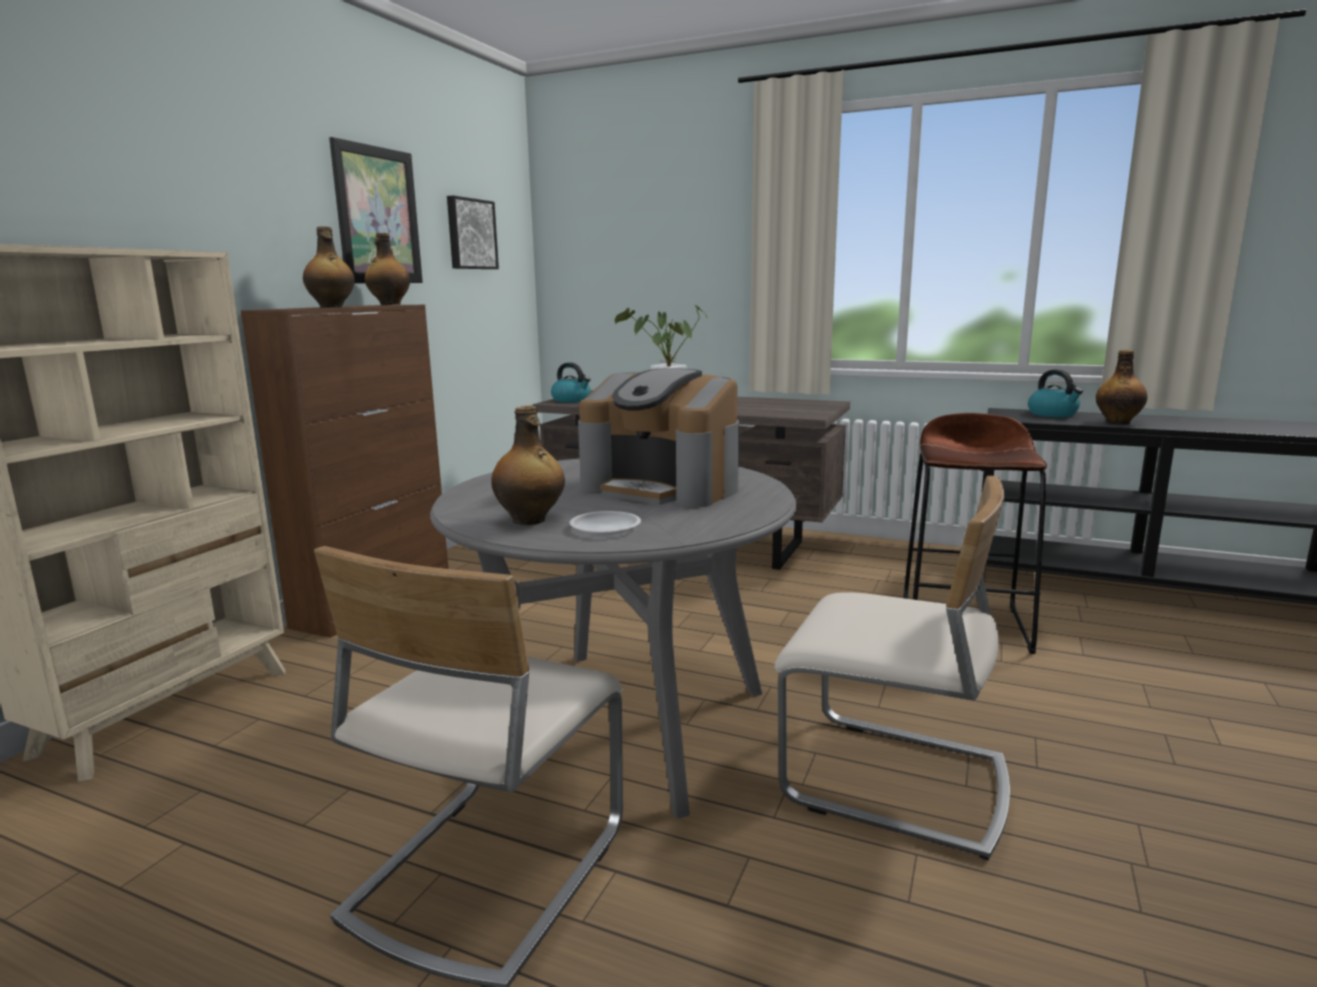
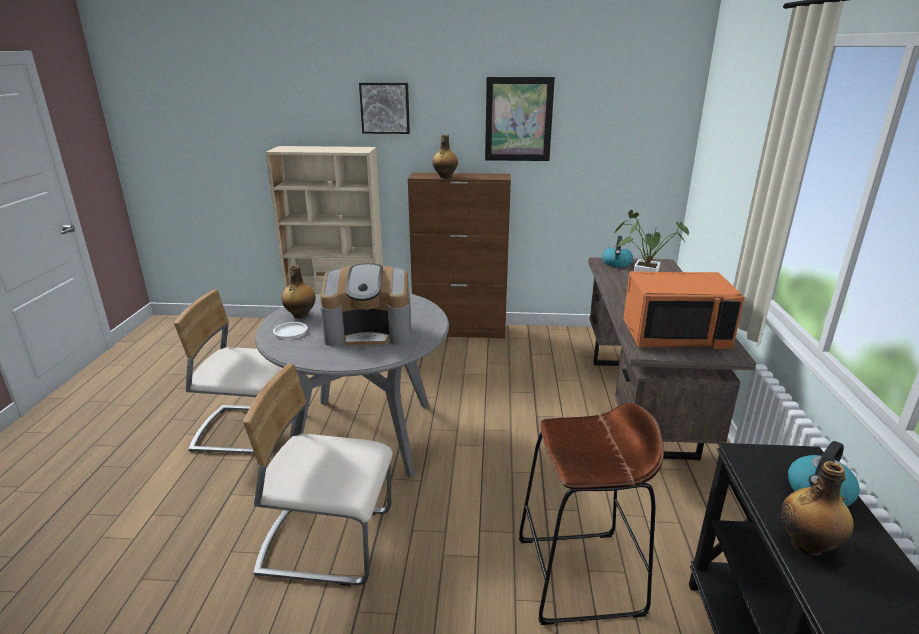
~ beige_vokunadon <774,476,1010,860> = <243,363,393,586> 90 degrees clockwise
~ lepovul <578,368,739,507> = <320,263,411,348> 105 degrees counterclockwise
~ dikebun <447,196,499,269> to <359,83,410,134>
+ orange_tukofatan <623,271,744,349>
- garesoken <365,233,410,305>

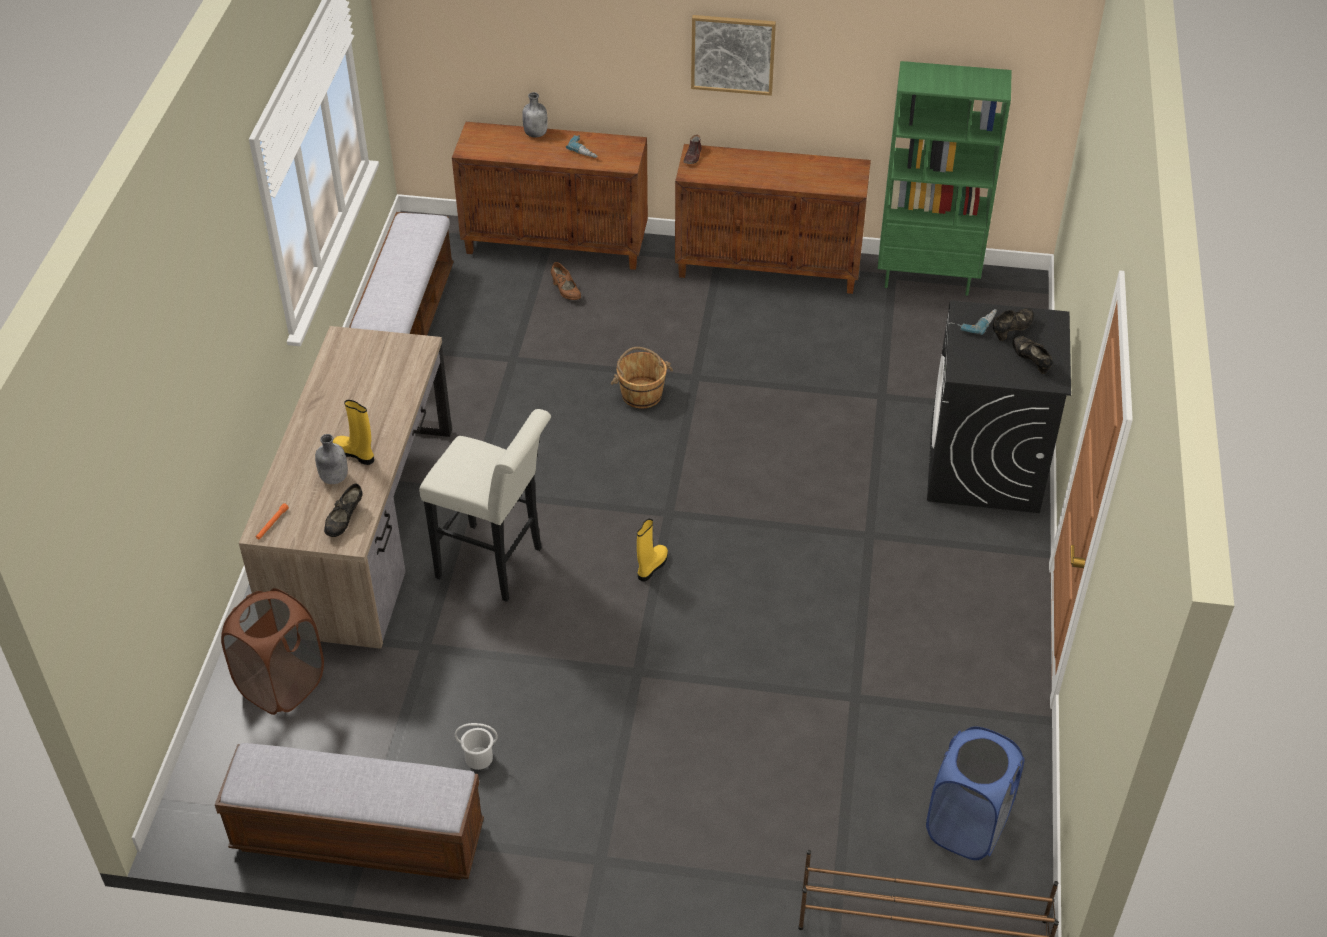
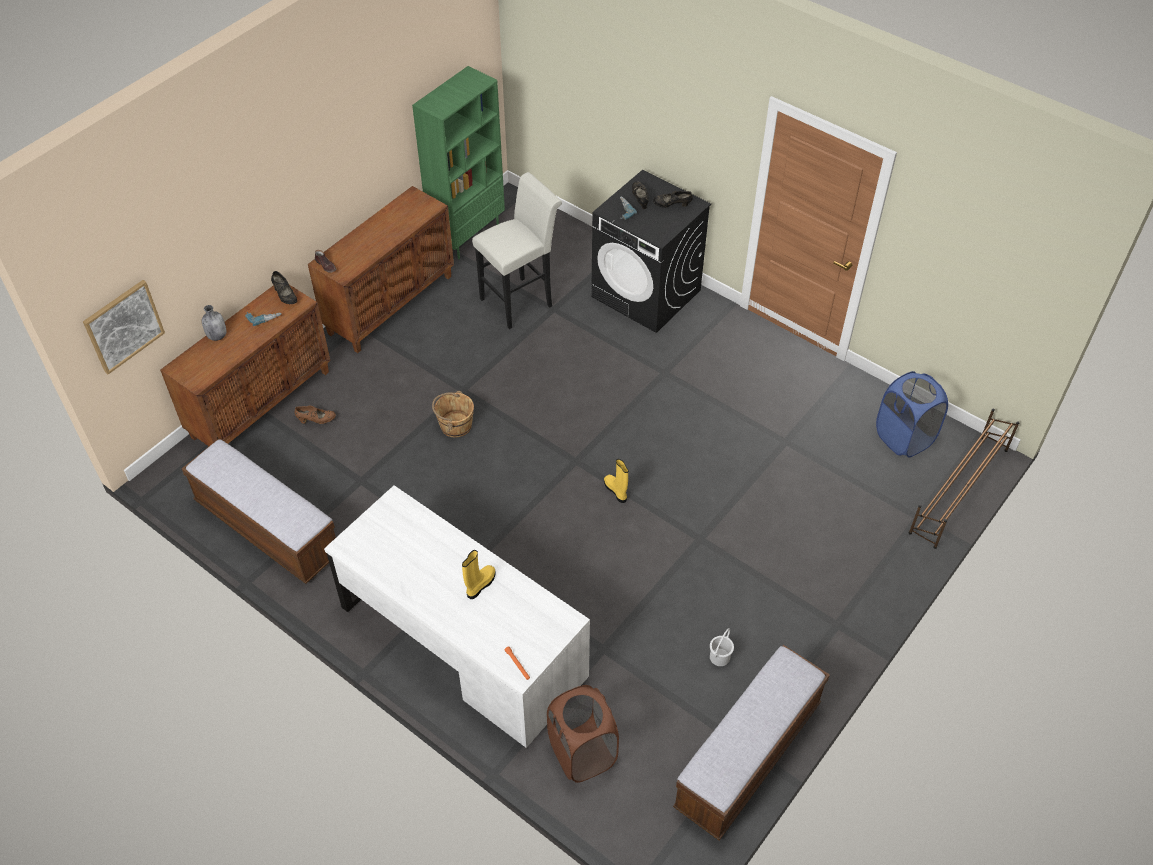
~ dikebun <691,15,776,96> to <83,280,165,374>
~ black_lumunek <324,484,363,537> to <271,271,297,304>
~ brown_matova <239,326,452,649> to white_matova <324,485,590,748>
~ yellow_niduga <333,400,374,465> = <462,550,496,599> 150 degrees clockwise
~ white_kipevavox <419,409,551,602> to <472,172,562,329>
- grey_garesoken <315,434,348,484>

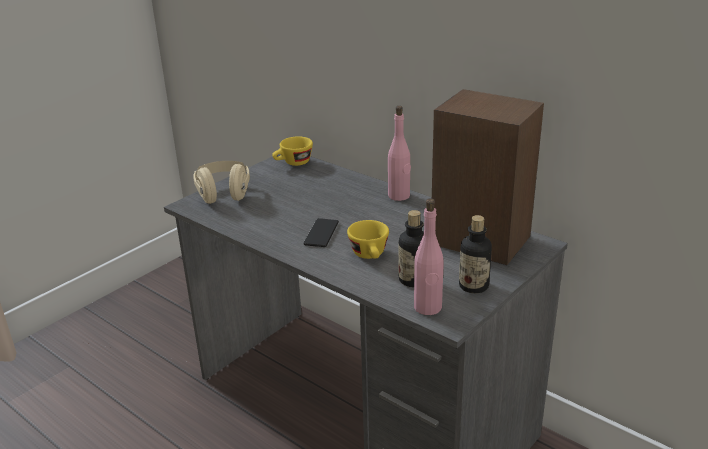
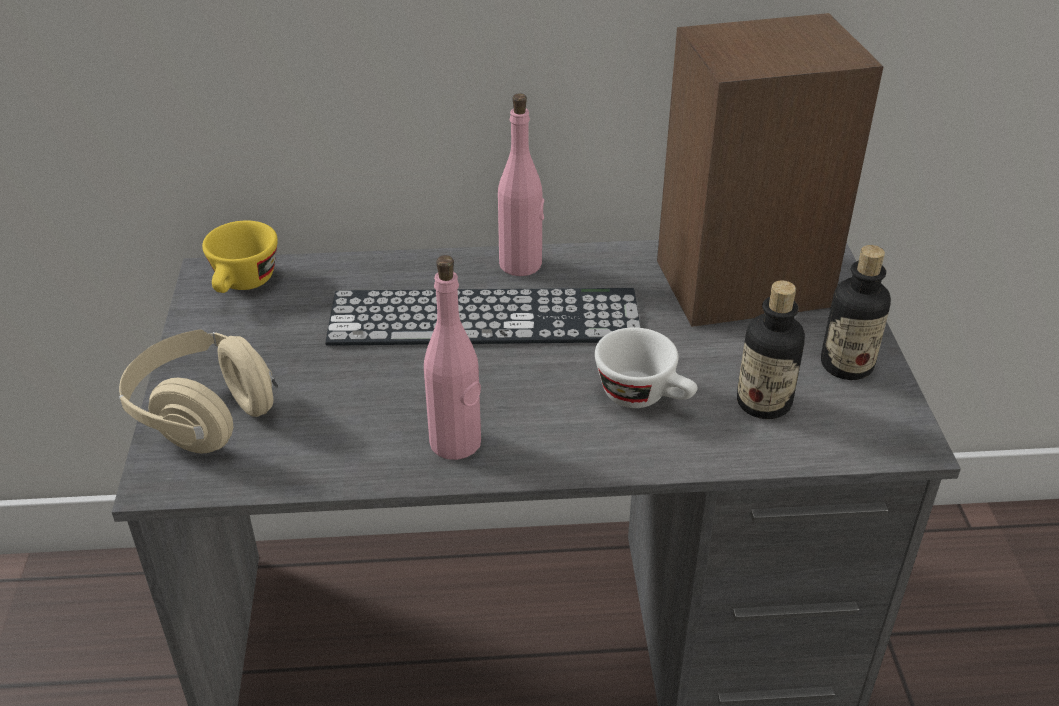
+ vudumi <325,288,641,346>
~ pink_garesoken <414,198,444,315> to <424,255,481,460>
~ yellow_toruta <347,220,389,259> to white_toruta <595,327,697,408>
- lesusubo <303,218,339,247>

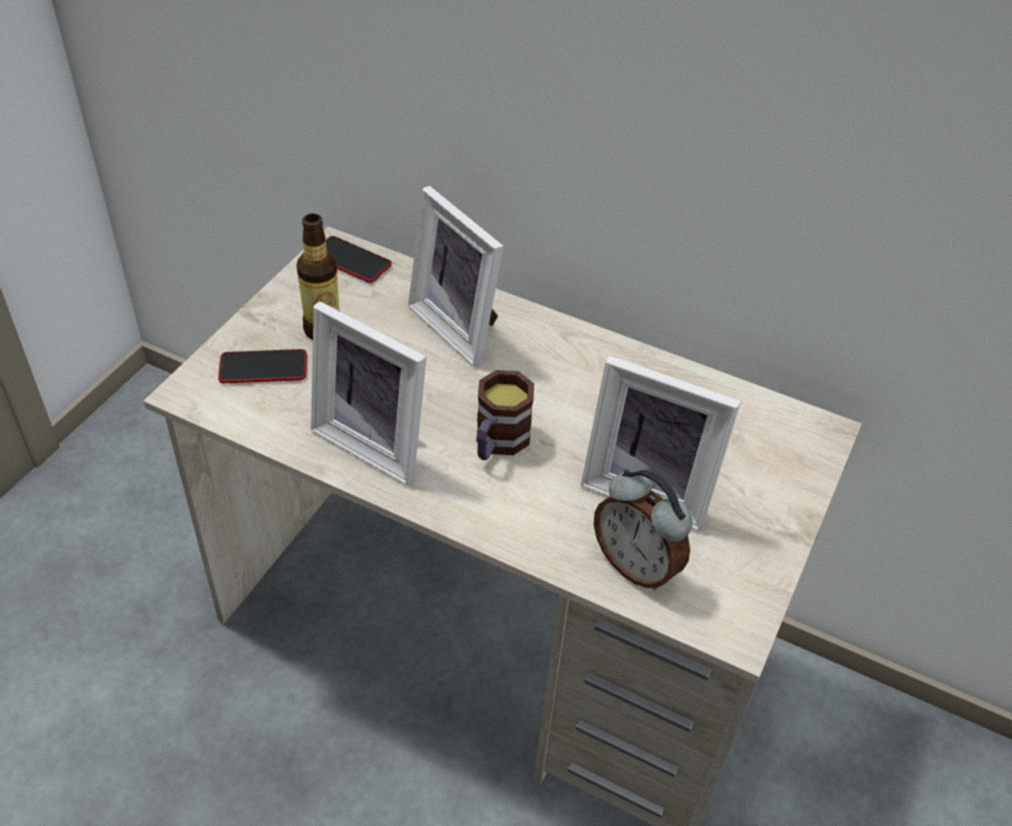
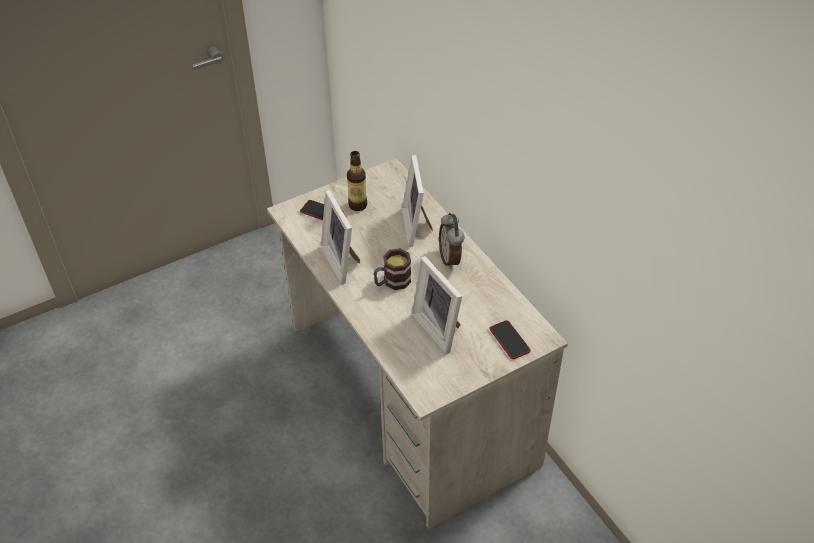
~ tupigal <594,469,692,590> to <439,213,464,269>
~ lesusubo <326,236,392,283> to <489,320,531,359>

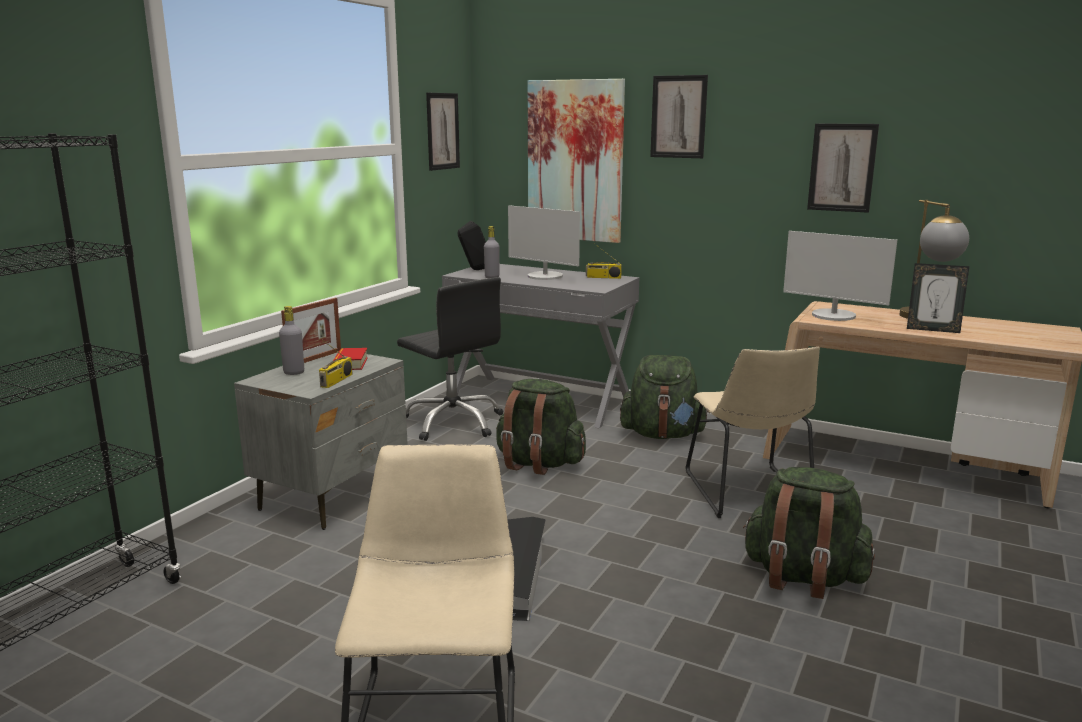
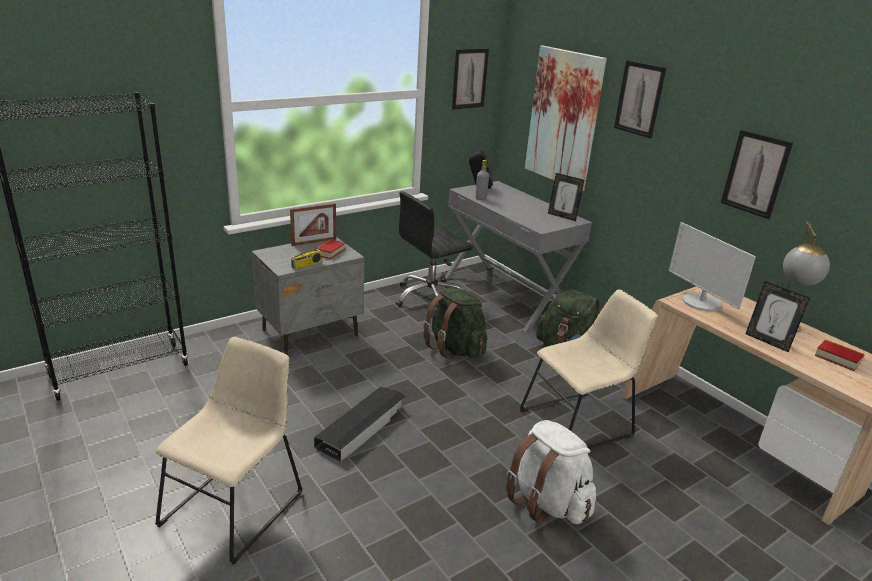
~ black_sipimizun <397,277,503,441> = <396,191,473,307> 75 degrees clockwise
~ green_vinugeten <743,467,875,599> to white_vinugeten <506,420,596,524>
~ beige_vokunadon <685,347,820,518> = <520,289,658,449> 135 degrees counterclockwise
~ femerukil <586,244,622,279> to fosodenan <548,173,584,221>
+ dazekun <815,339,864,371>
- grey_garesoken <279,306,304,375>
- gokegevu <508,205,580,280>

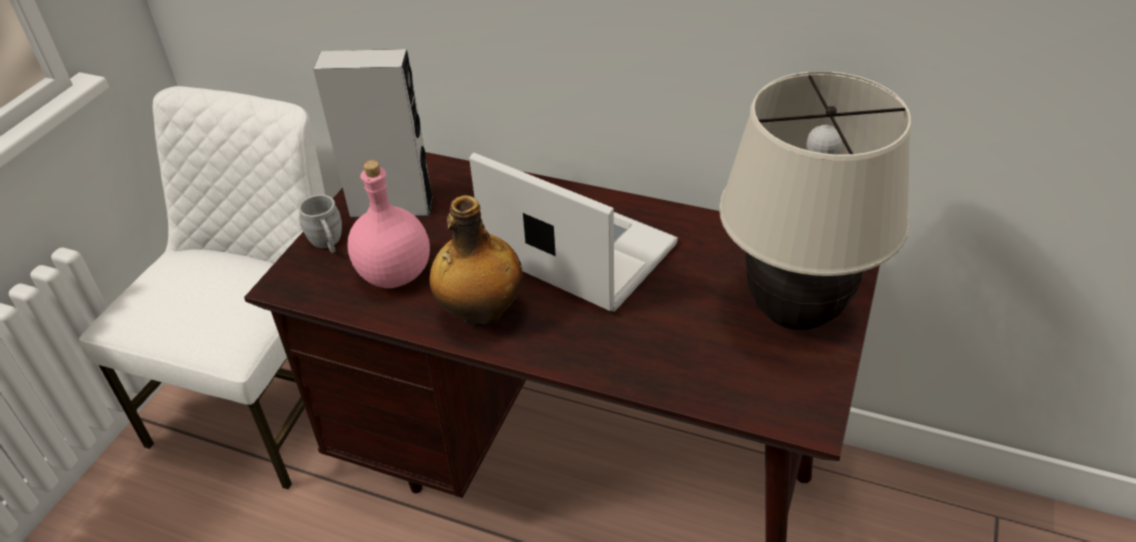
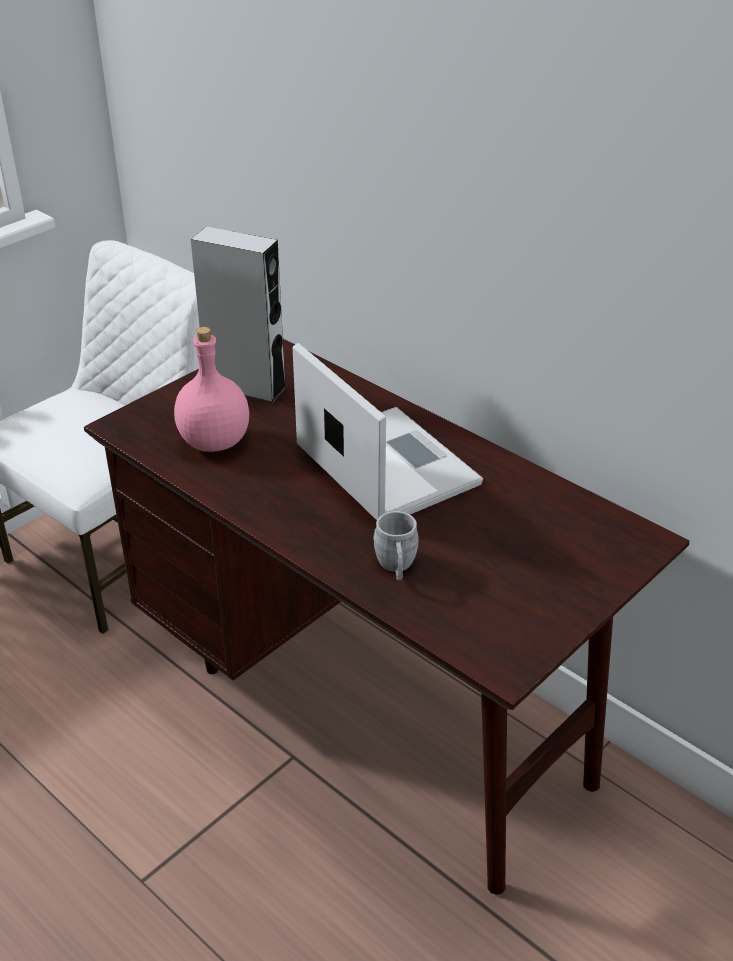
~ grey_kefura <299,195,342,253> to <373,511,419,580>
- garesoken <429,195,523,326>
- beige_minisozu <719,71,912,330>

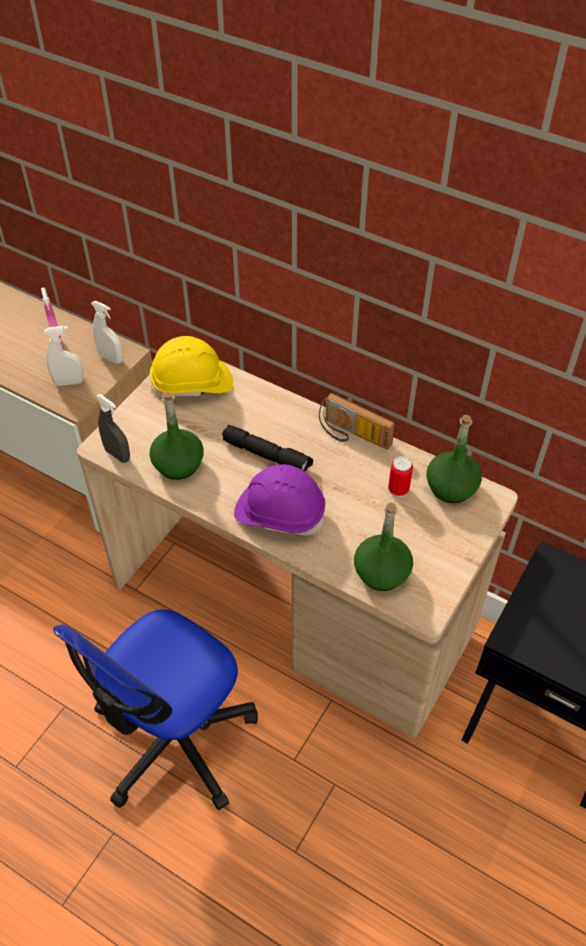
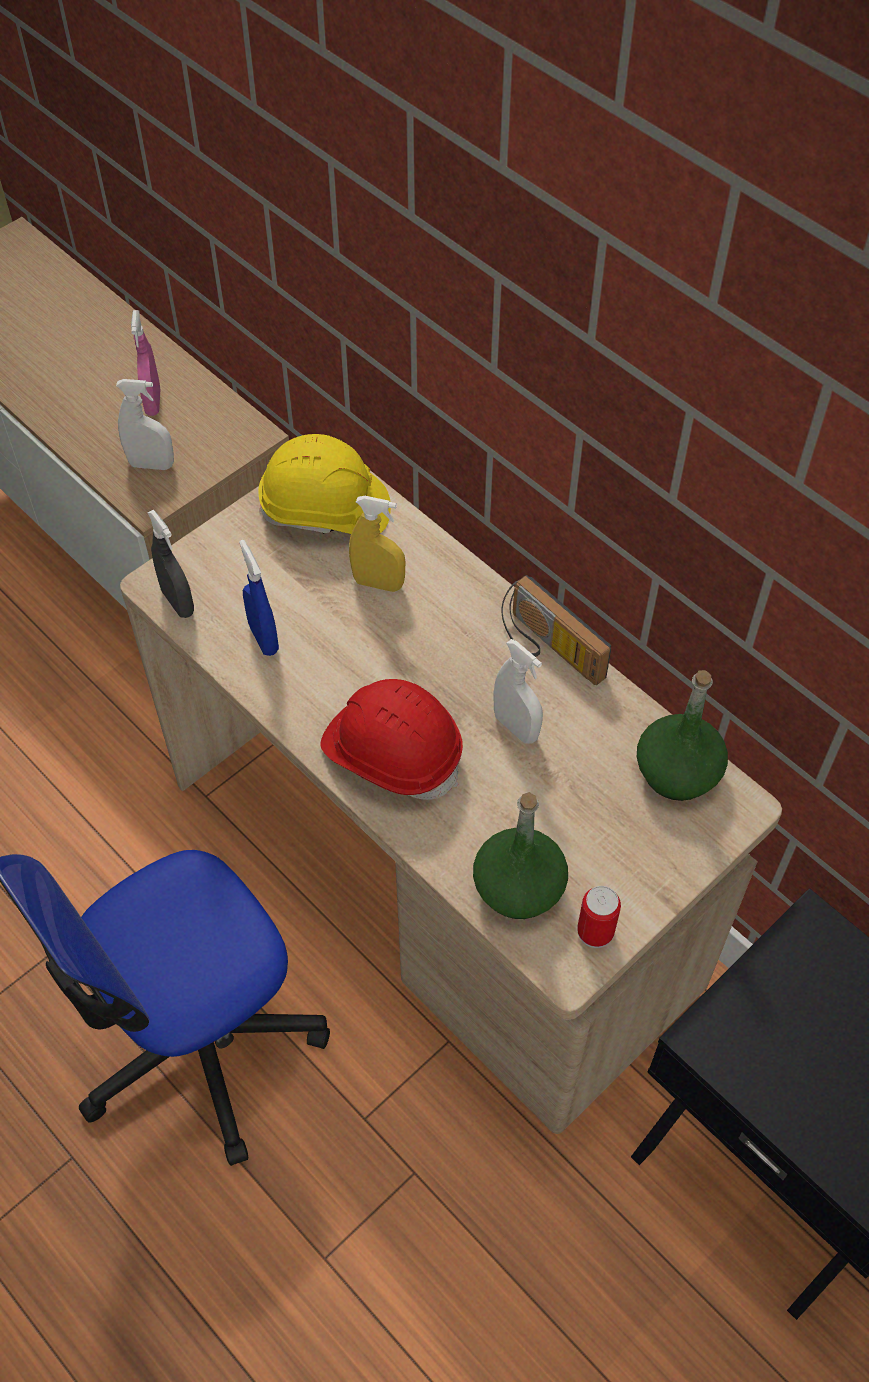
~ green_garesoken <149,392,204,480> to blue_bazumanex <239,540,279,656>
~ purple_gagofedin <234,464,326,535> to red_gagofedin <320,679,463,800>
+ yellow_bazumanex <349,496,405,592>
~ white_bazumanex <91,301,123,364> to <494,639,543,744>
~ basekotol <388,456,413,497> to <577,886,621,948>
- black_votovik <222,425,313,471>

